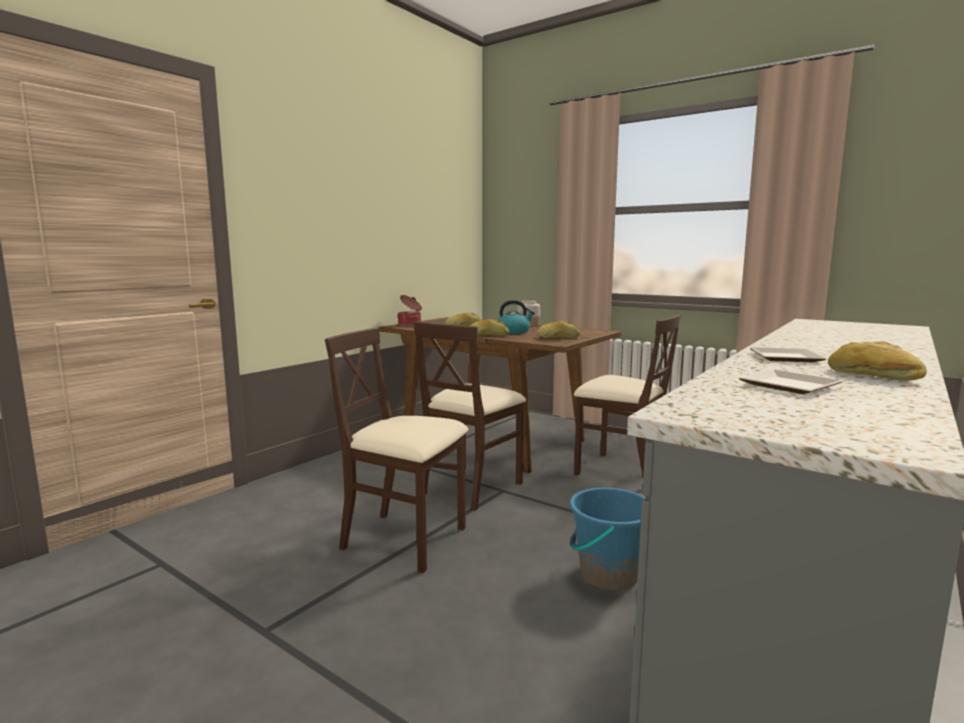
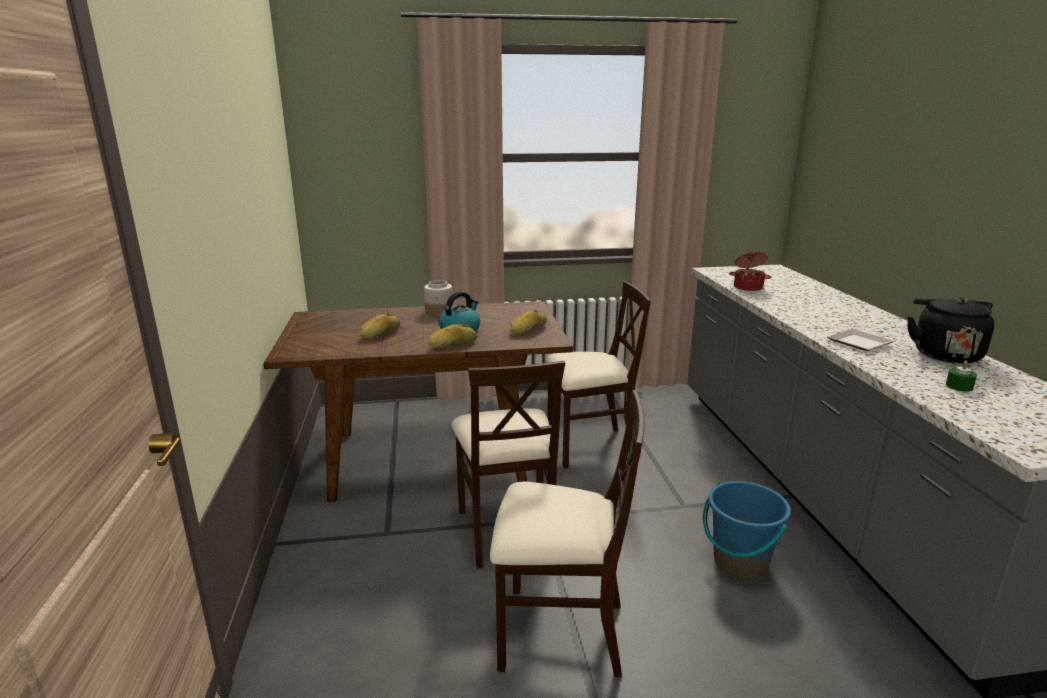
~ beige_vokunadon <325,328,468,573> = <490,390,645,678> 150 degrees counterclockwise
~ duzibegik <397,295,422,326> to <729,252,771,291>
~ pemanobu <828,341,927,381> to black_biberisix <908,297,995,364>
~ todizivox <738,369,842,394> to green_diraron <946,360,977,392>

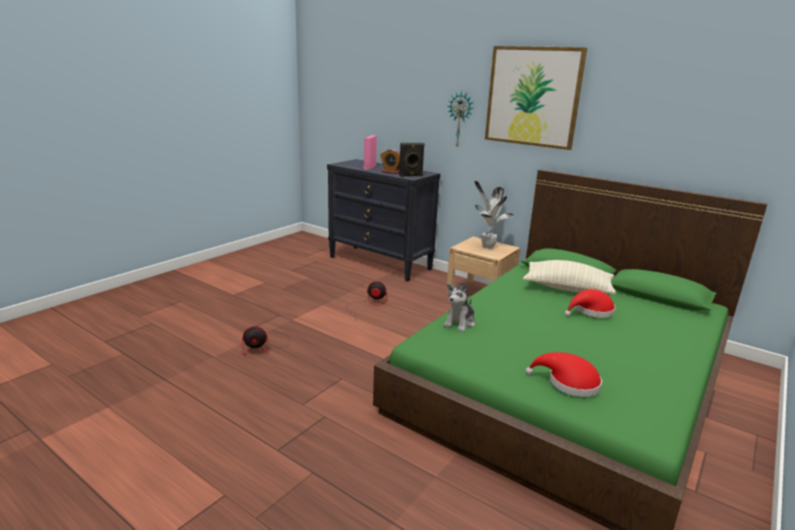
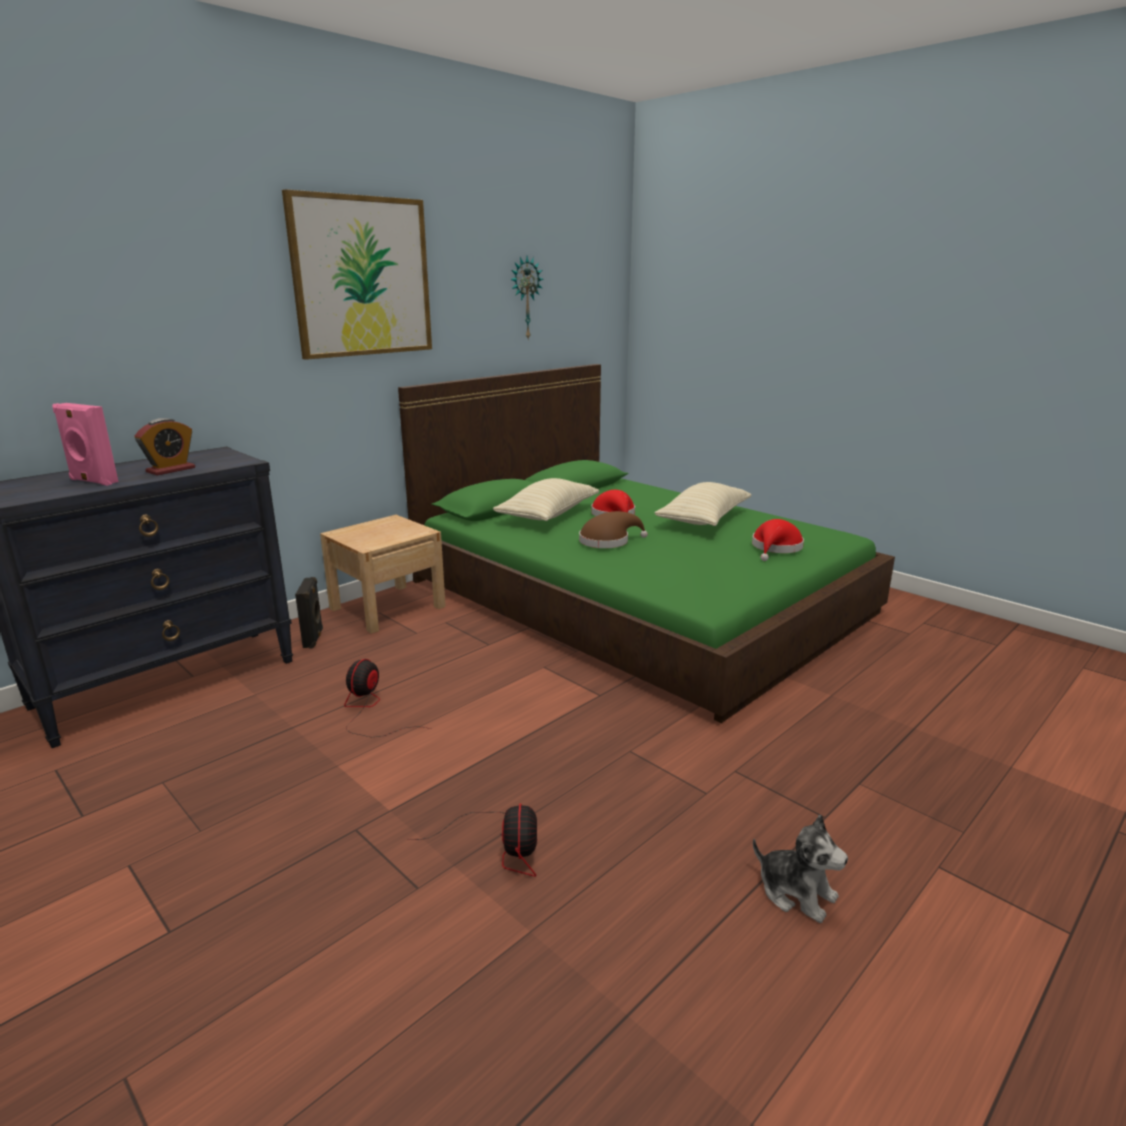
~ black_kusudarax <399,143,425,177> to <295,577,323,648>
~ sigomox <448,91,474,147> to <510,256,543,341>
+ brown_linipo <579,511,648,548>
+ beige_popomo <655,482,751,526>
~ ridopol <443,282,475,332> to <753,815,848,923>
- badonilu <474,181,514,249>

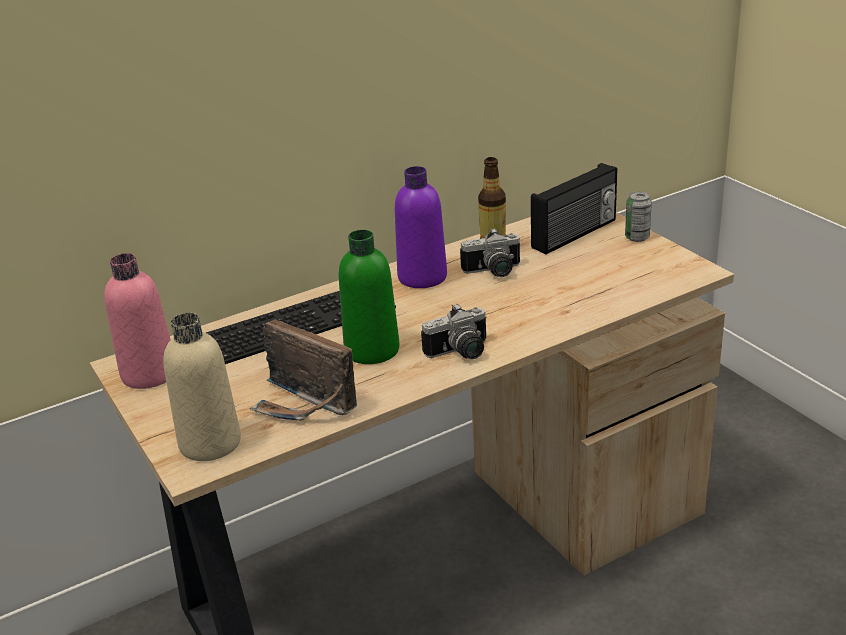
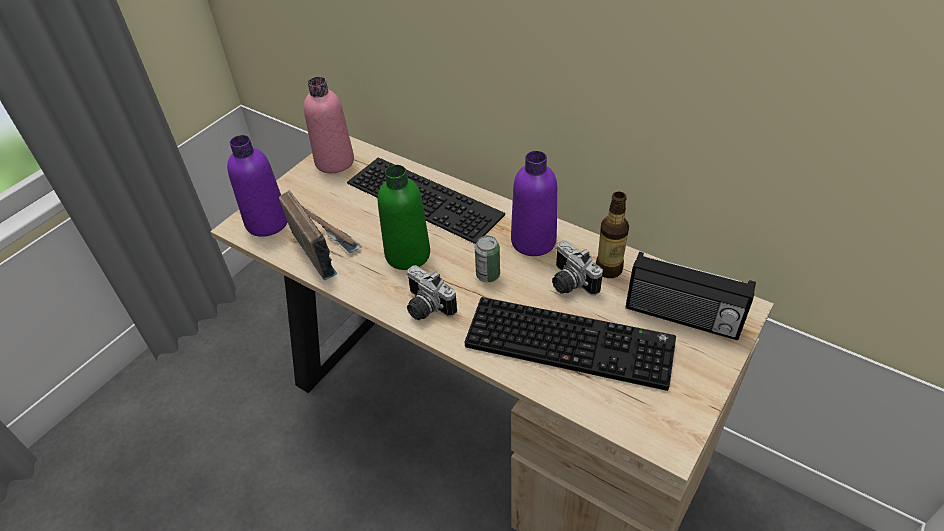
~ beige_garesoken <163,313,241,461> to purple_garesoken <227,135,288,237>
~ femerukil <250,319,357,421> = <279,190,362,280> 135 degrees clockwise
+ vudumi <465,297,676,391>
~ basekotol <625,191,652,242> to <475,236,500,282>

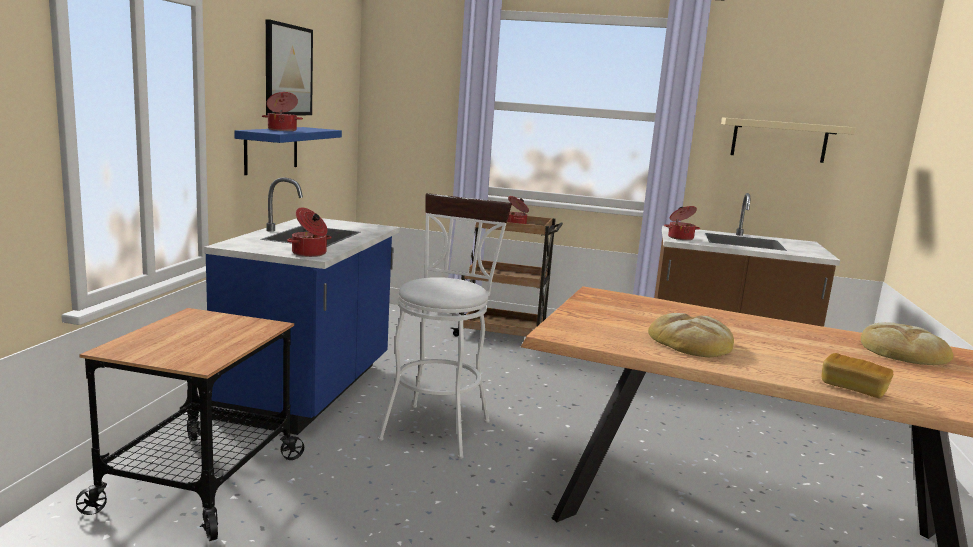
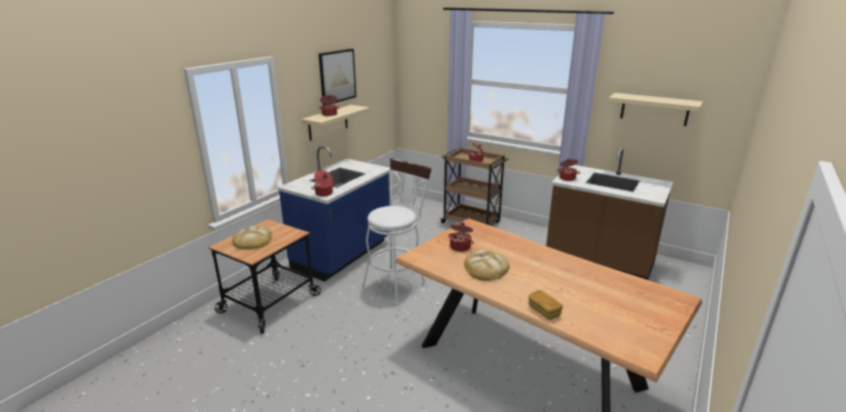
~ pemanobu <861,322,953,365> to <232,226,272,249>
~ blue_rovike <234,127,342,175> to beige_rovike <301,105,370,141>
+ duzibegik <448,223,474,252>

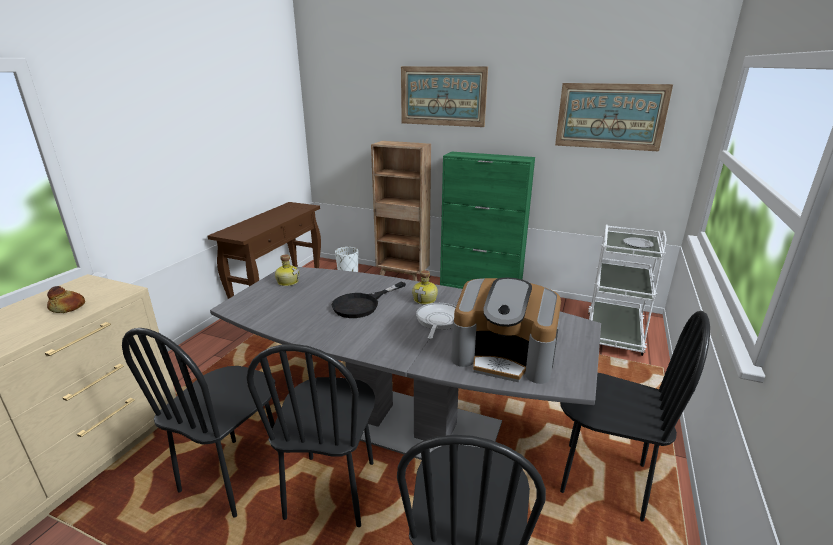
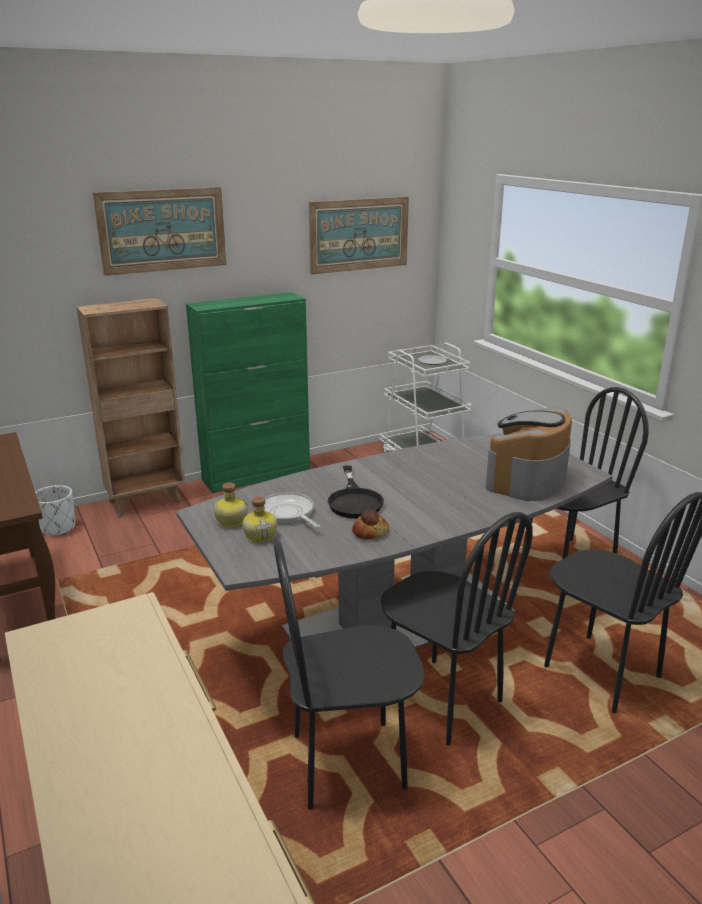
~ garesoken <412,270,438,305> to <242,496,277,543>
~ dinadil <416,303,456,339> to <264,493,321,528>
~ black_vokunadon <122,328,278,517> = <274,540,425,810> 105 degrees clockwise
~ pemanobu <47,286,85,313> to <352,509,389,540>
~ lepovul <451,277,561,384> = <486,407,572,501> 150 degrees clockwise

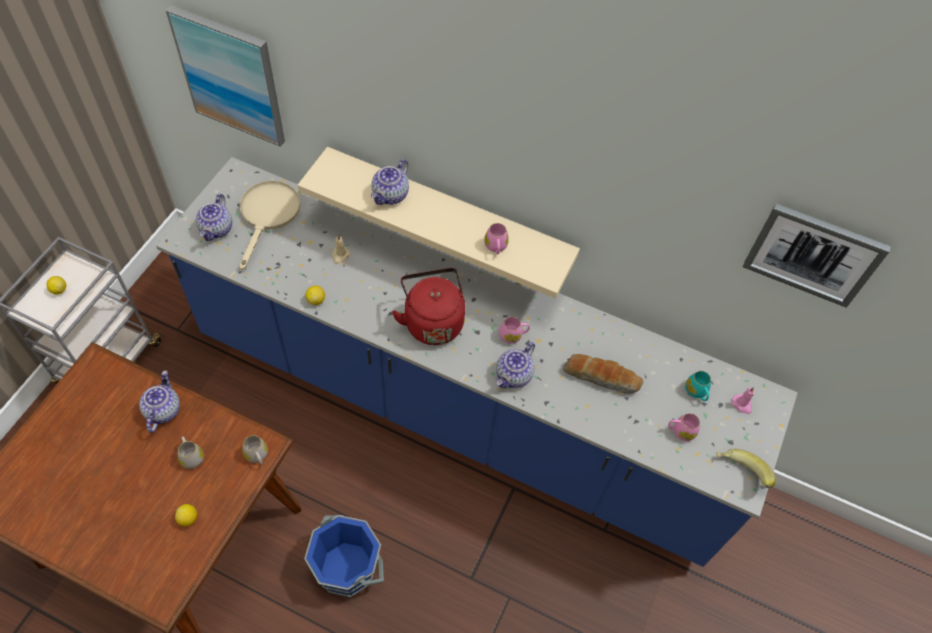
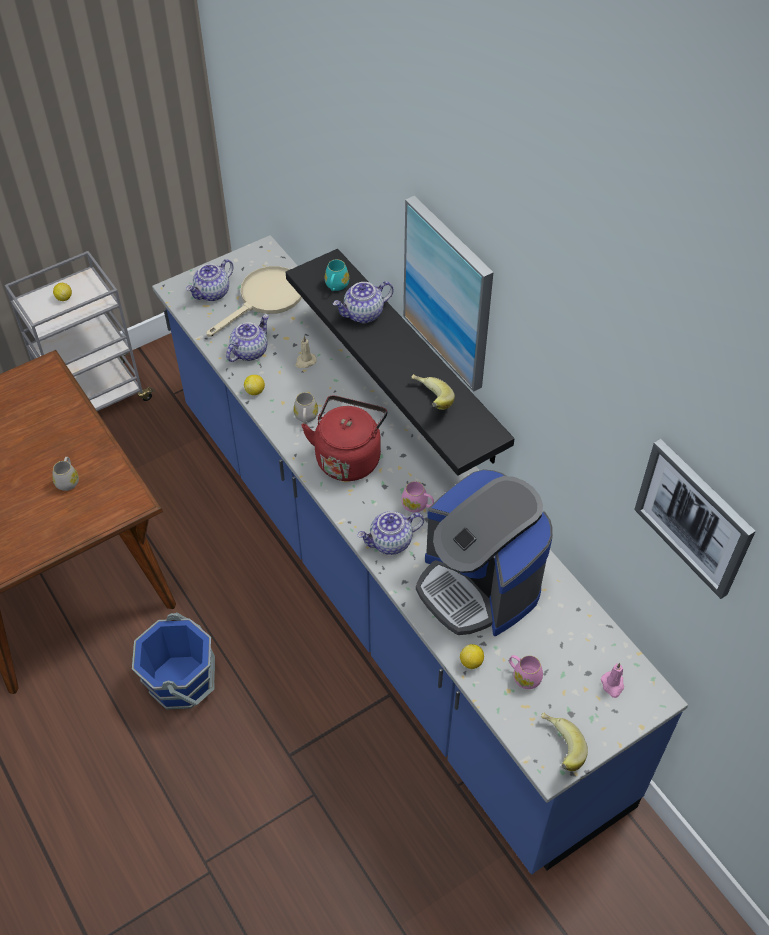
~ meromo <139,370,180,433> to <226,315,269,362>
~ beige_rovike <298,147,580,298> to black_rovike <286,249,515,476>
~ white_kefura <242,435,268,465> to <293,392,318,424>
~ turquoise_kefura <685,371,711,401> to <325,259,349,291>
~ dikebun <166,5,285,147> to <403,196,494,392>
~ pink_kefura <484,223,509,254> to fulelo <412,374,455,410>
~ pemanobu <563,354,643,394> to lepovul <416,469,553,636>
~ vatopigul <175,504,197,526> to <460,644,484,669>

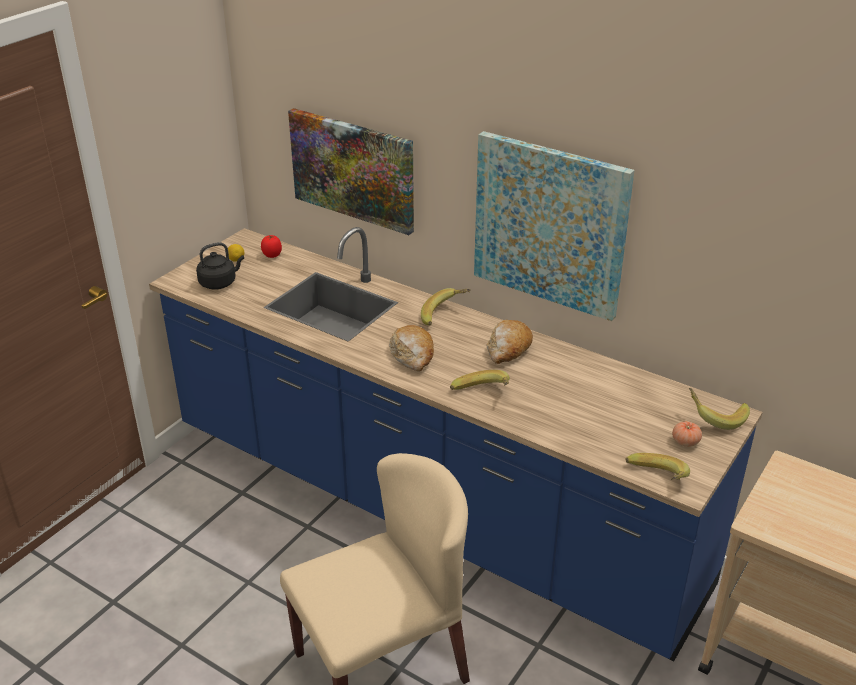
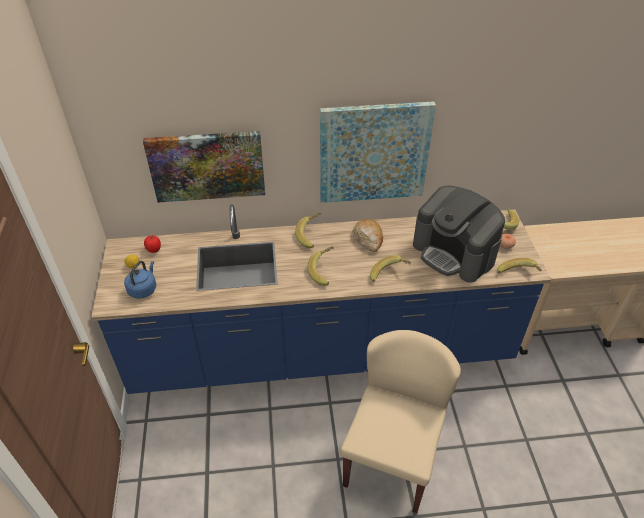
~ black_biberisix <196,242,244,290> to blue_biberisix <124,261,156,299>
~ pemanobu <389,325,434,371> to fulelo <307,246,334,286>
+ lepovul <413,186,505,283>

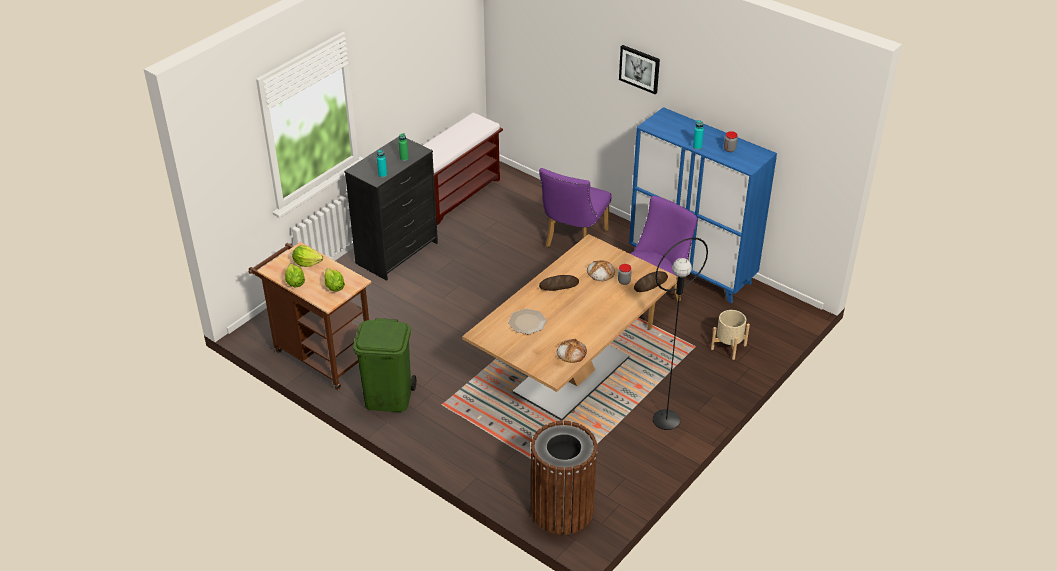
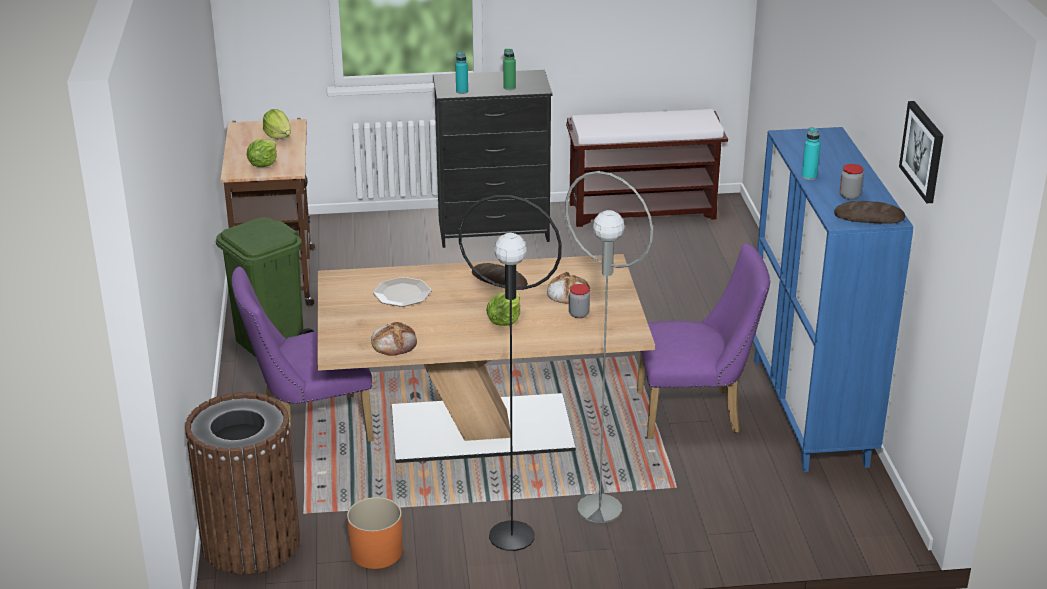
~ purple_vokunadon <539,168,612,247> to <231,267,374,442>
+ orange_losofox <347,497,402,569>
~ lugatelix <285,263,305,287> to <486,293,520,326>
+ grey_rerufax <565,171,653,523>
~ pemanobu <634,271,668,292> to <834,201,905,224>
~ dikebun <619,45,660,94> to <899,101,943,203>
- beige_losofox <711,310,750,360>

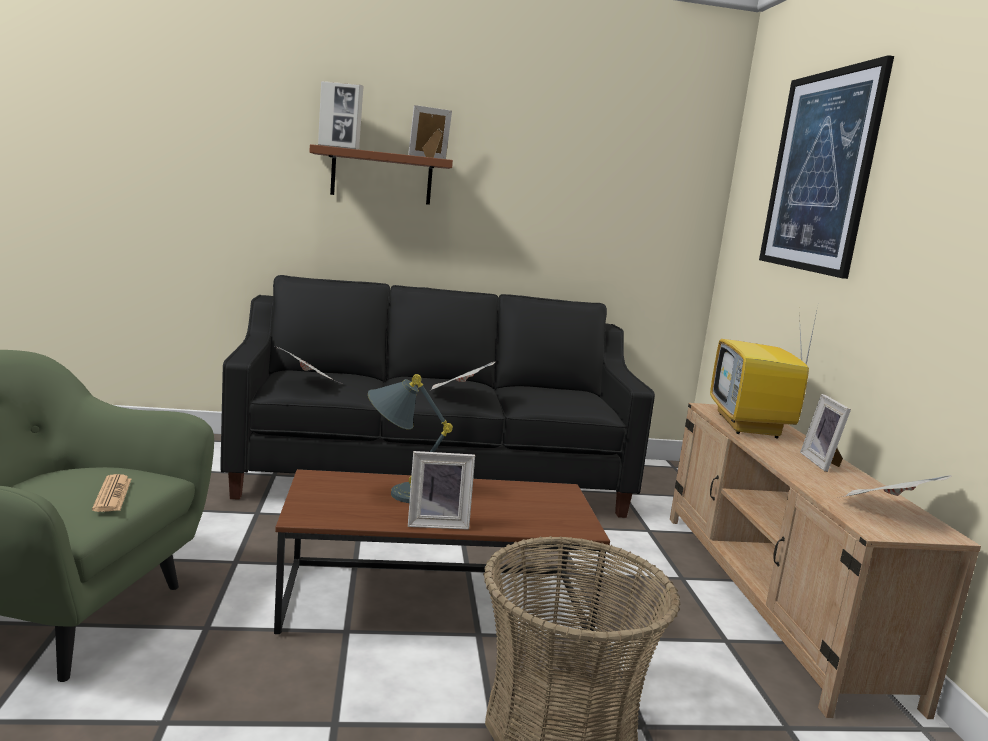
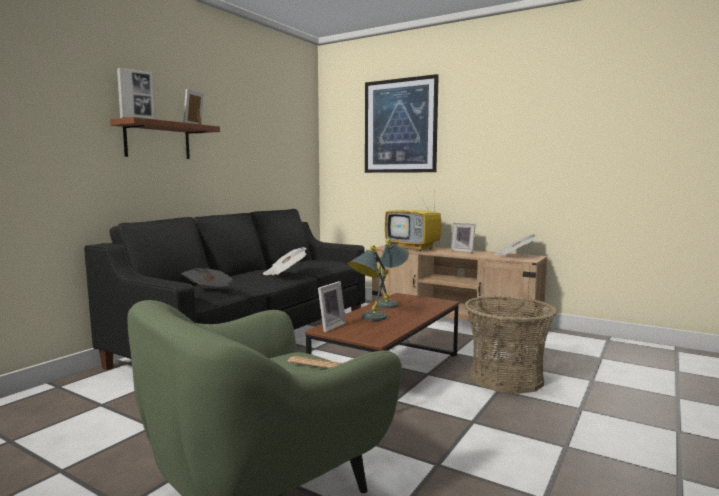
~ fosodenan <408,451,475,530> to <318,281,346,332>
+ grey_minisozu <377,239,409,308>

